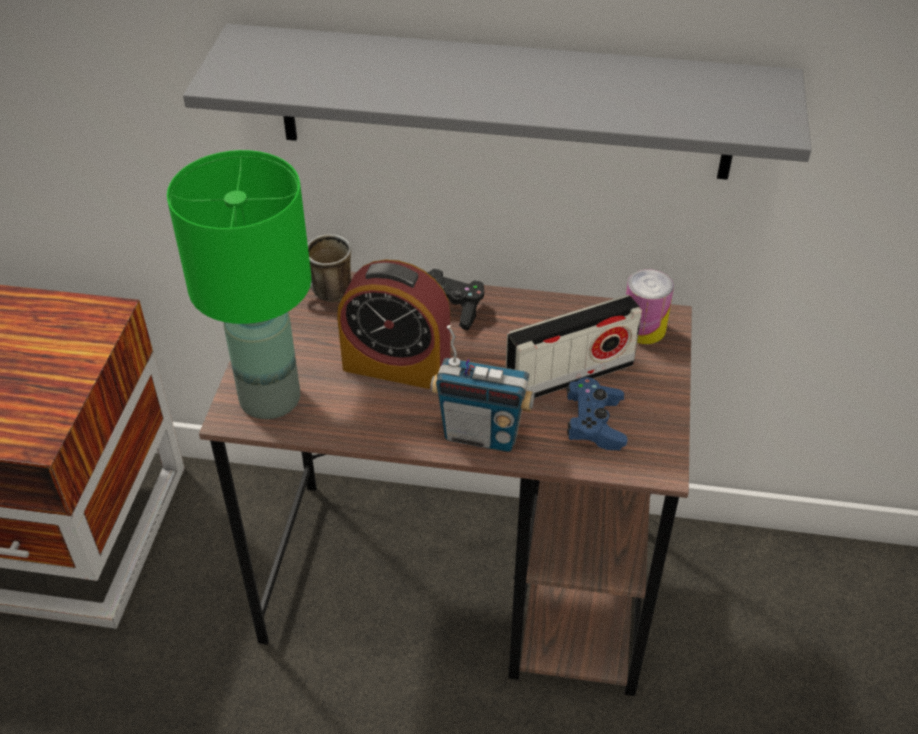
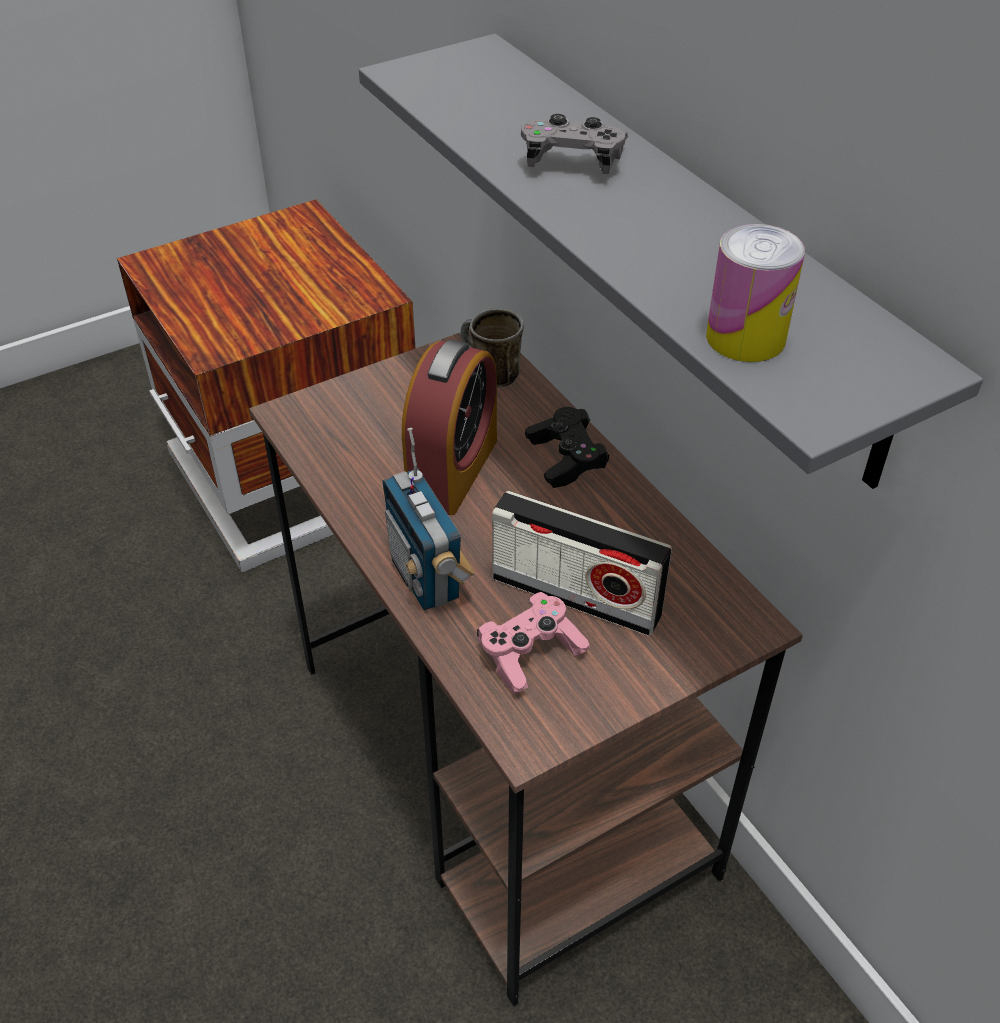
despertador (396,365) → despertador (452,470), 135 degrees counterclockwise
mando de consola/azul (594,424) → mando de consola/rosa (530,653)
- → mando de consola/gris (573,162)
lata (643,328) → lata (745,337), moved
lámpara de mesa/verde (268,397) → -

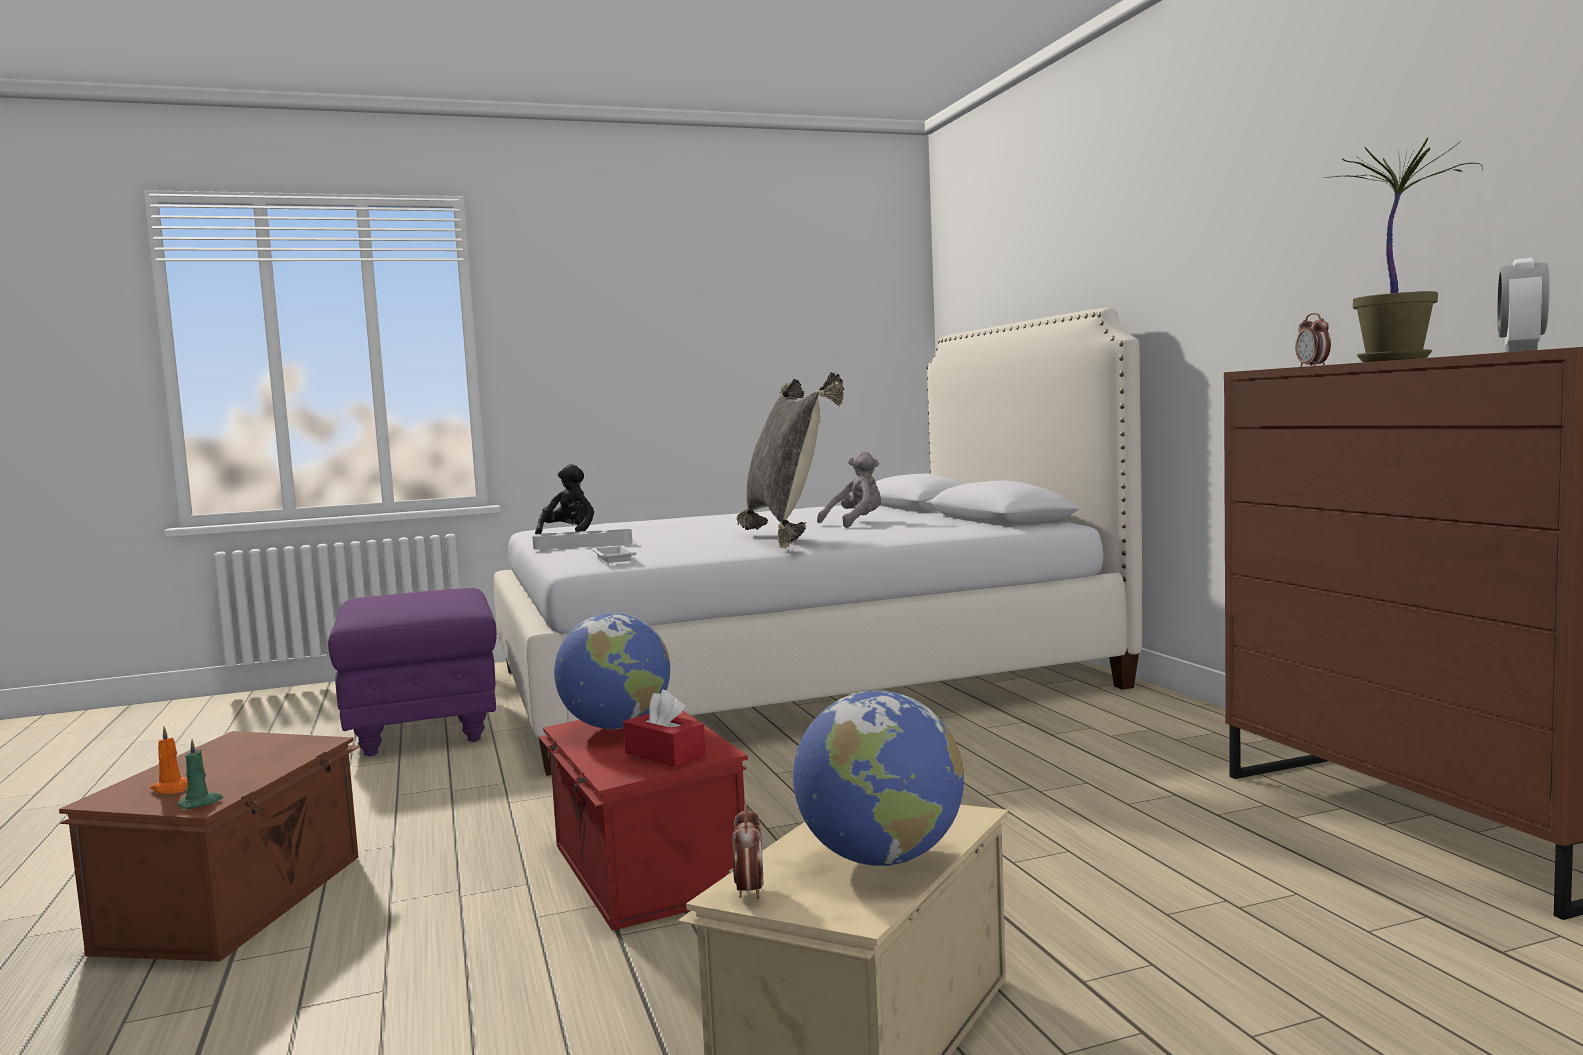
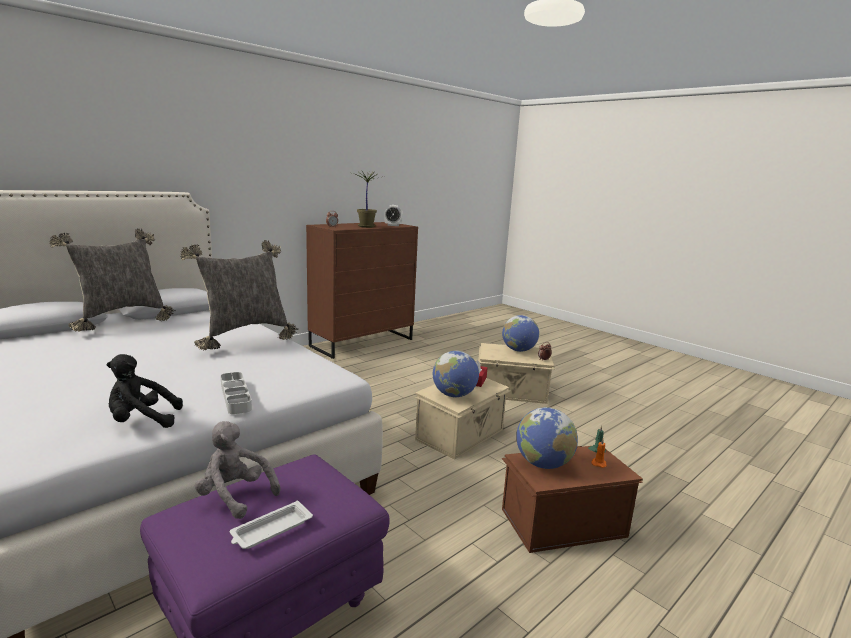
- → cojín (121,324)
peluche/gris (856,523) → peluche/gris (235,496), moved
bandeja/blanco (613,558) → bandeja/blanco (270,530), moved
caja de almacenaje/rojo (643,871) → caja de almacenaje/beis (461,435)
- → globo terráqueo (543,464)

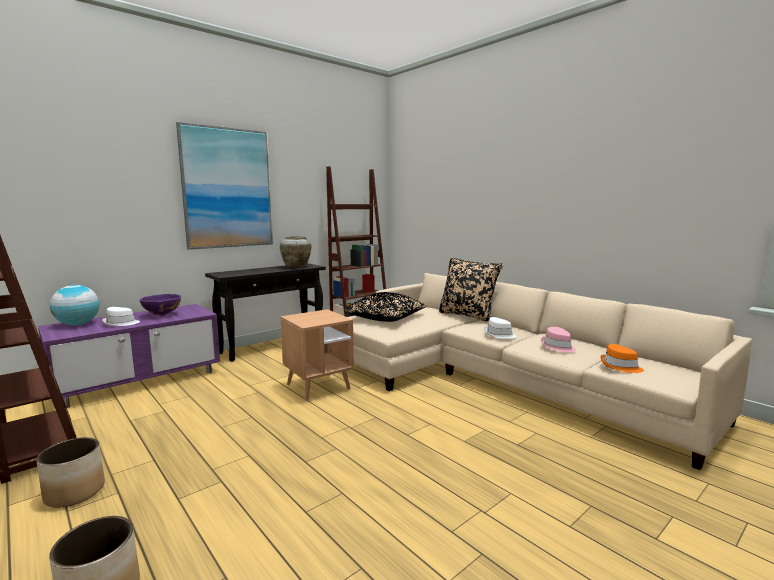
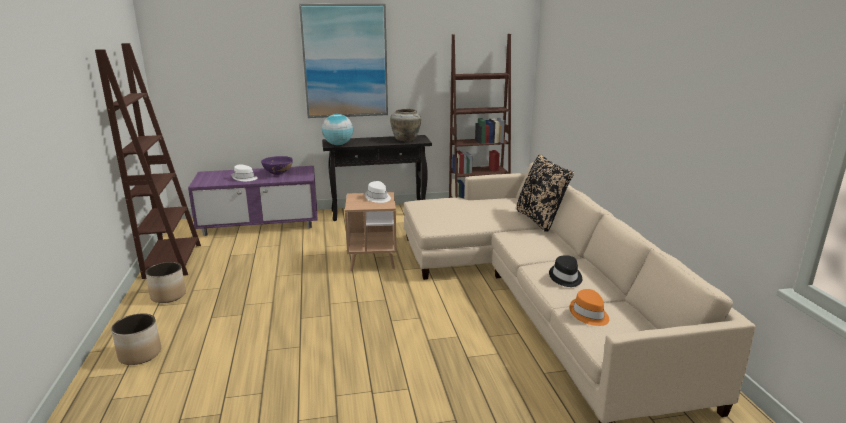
globo terráqueo (78,324) → globo terráqueo (338,144), moved
sombrero/blanco (499,335) → sombrero/blanco (378,198), moved
sombrero/rosa (558,346) → sombrero/negro (565,277)
cojín/negro (386,317) → -

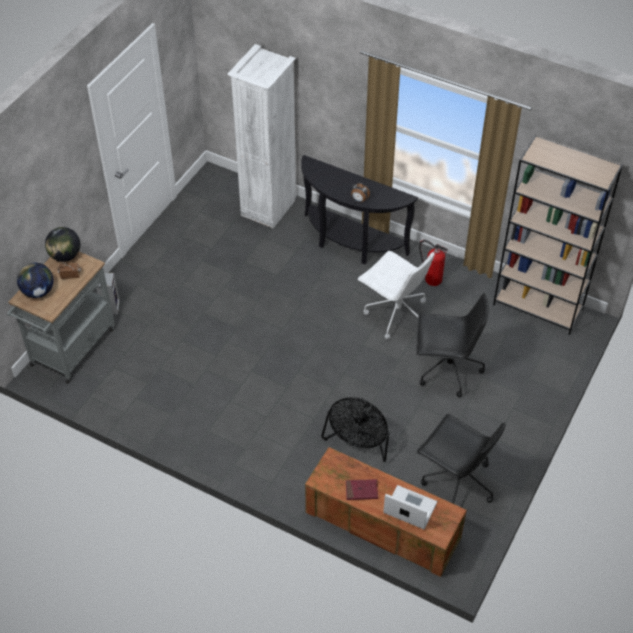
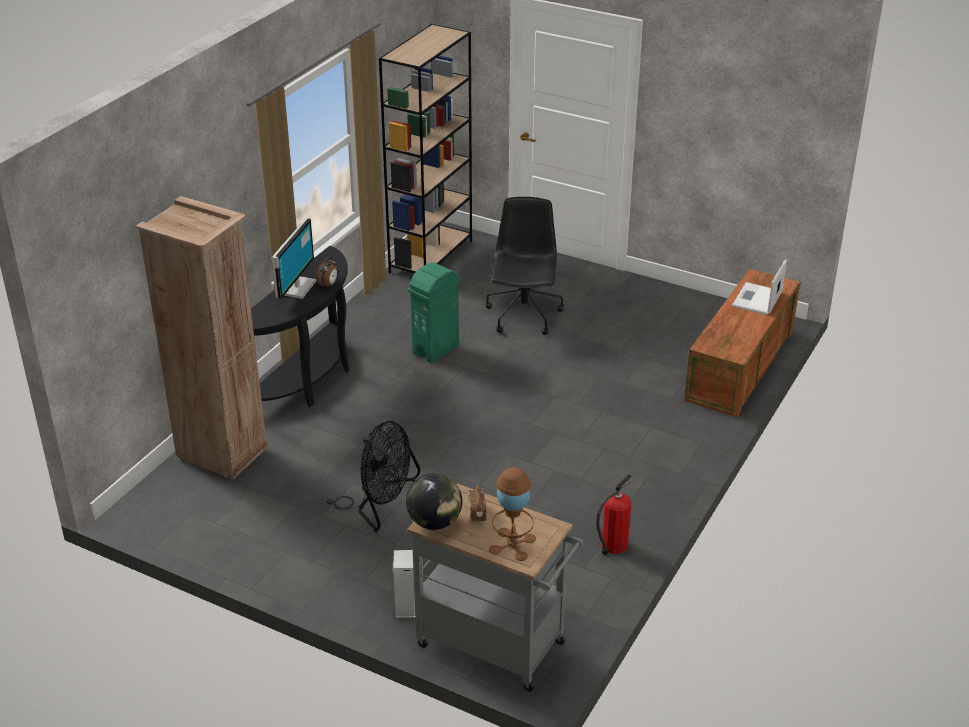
armario/blanco (268,208) → armario/marrón (223,452)
- → monitor (295,287)
ventilador/negro (357,439) → ventilador/negro (378,503), moved
silla de oficina/blanco (394,314) → papelera/verde (436,350)
globo terráqueo (38,292) → lámpara de mesa/marrón (512,544)
extintor (431,278) → extintor (613,546), moved
libro/rojo (361,490) → -
silla de oficina/negro (455,482) → -

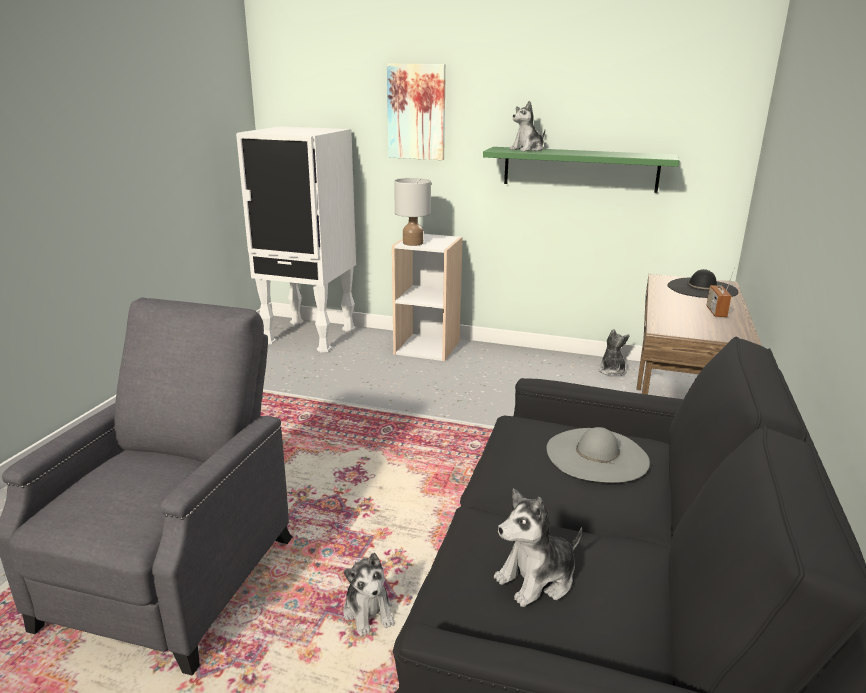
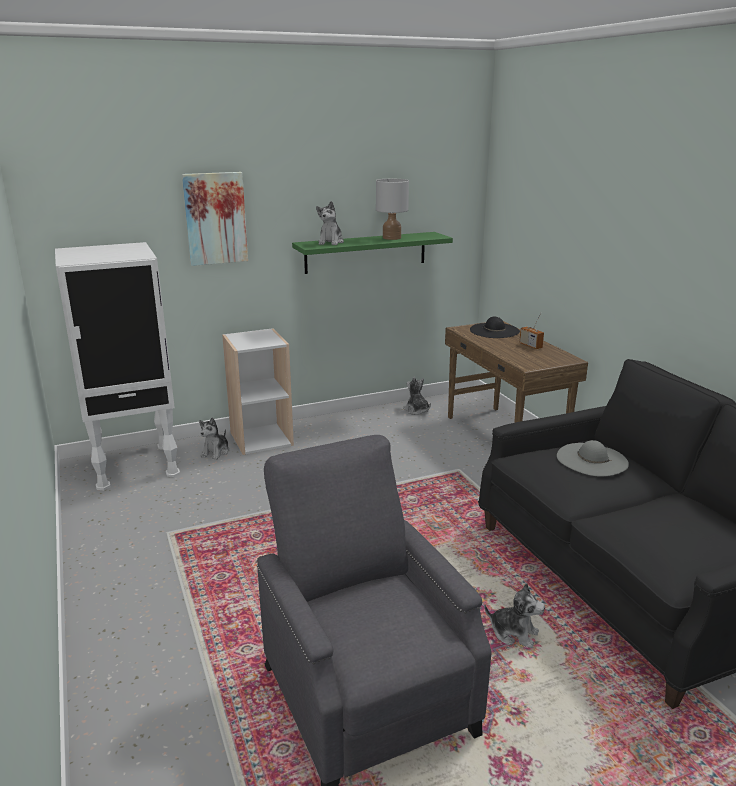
peluche (537,579) → peluche (216,452), moved
lámpara de mesa/gris (412,243) → lámpara de mesa/gris (391,238), moved

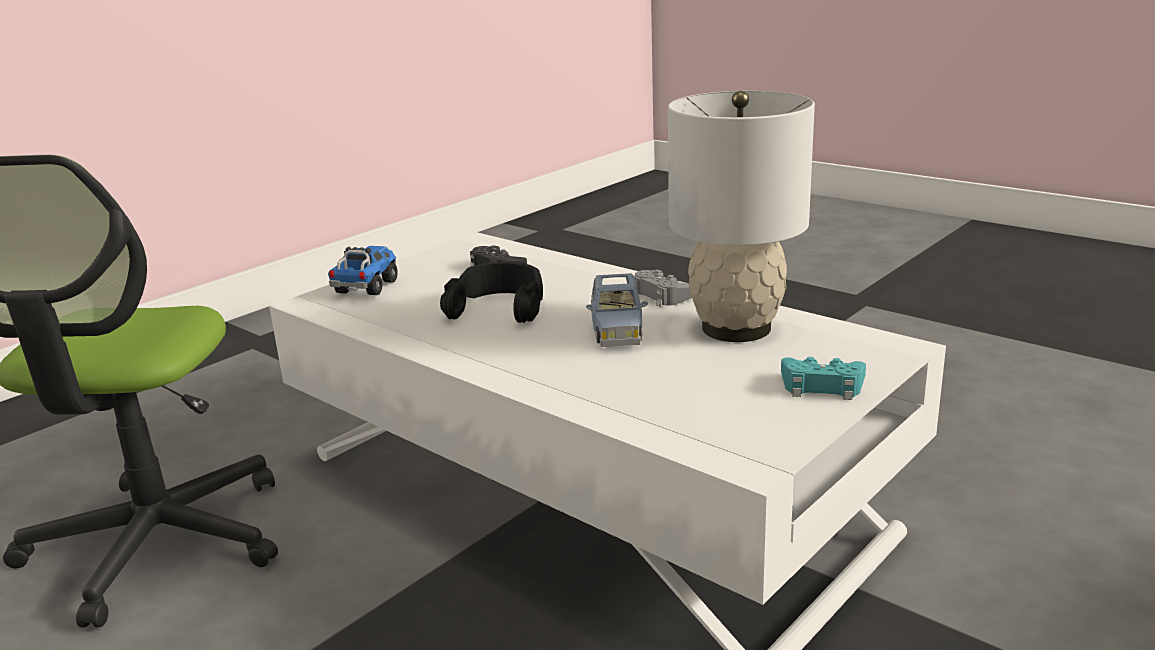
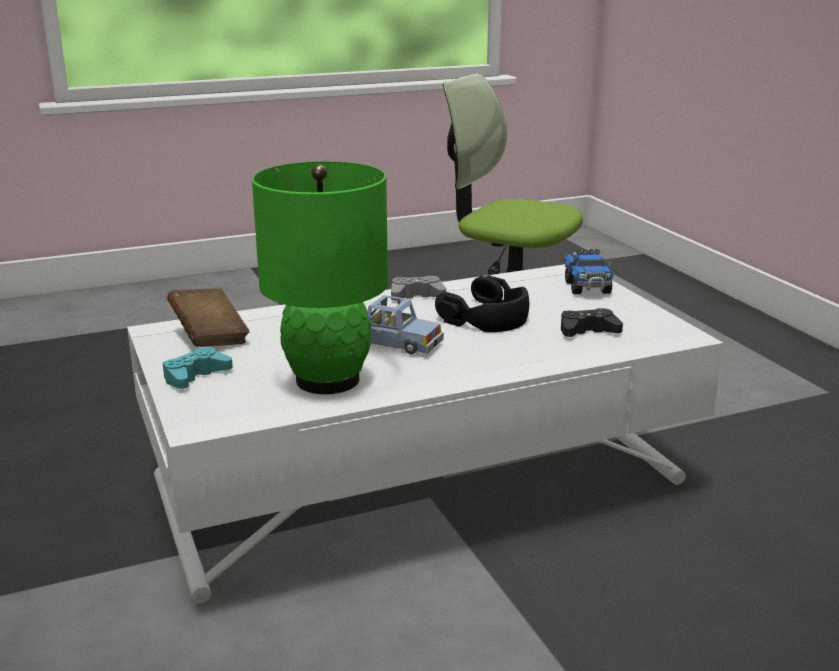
- → libro/marrón (210,337)
lámpara de mesa/blanco (737,328) → lámpara de mesa/verde (327,380)
mando de consola/gris (661,295) → mando de consola/gris (416,296), moved
camión de juguete (366,287) → camión de juguete (587,287), 45 degrees clockwise

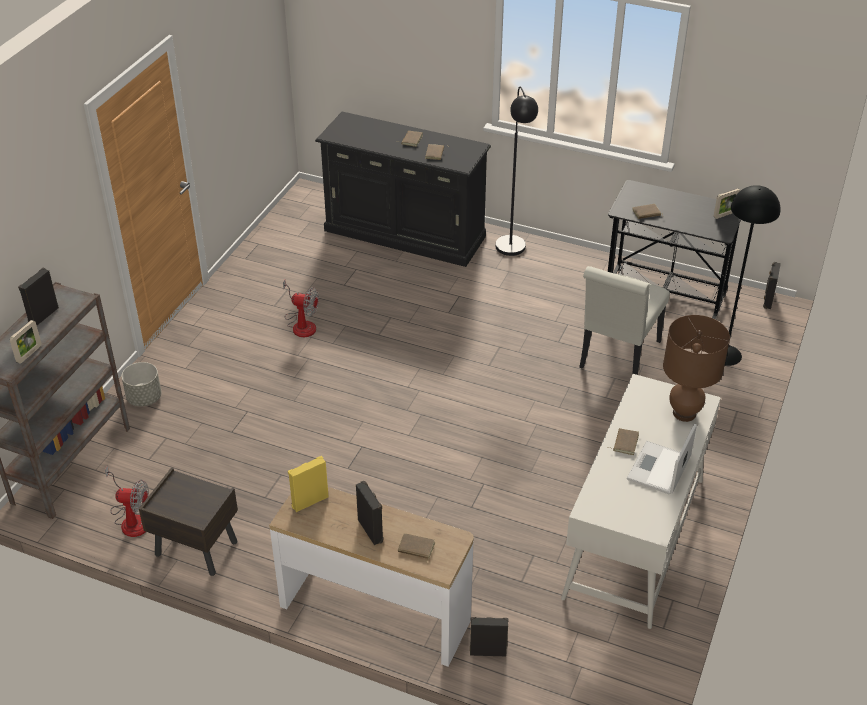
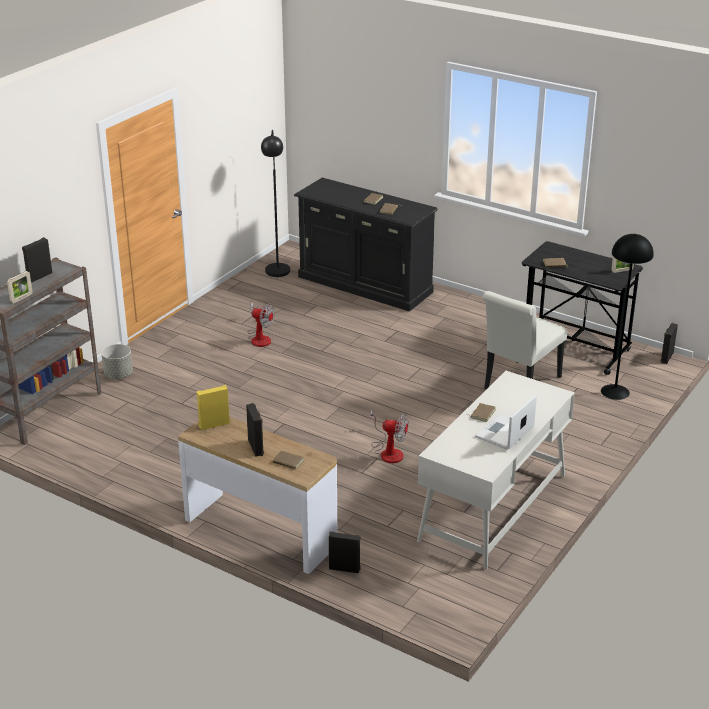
lámpara de pie/negro (512,252) → lámpara de pie/negro (277,275), moved
ventilador (131,519) → ventilador (388,451), moved
mesita de noche/marrón (195,548) → -
lámpara de mesa/marrón (684,413) → -

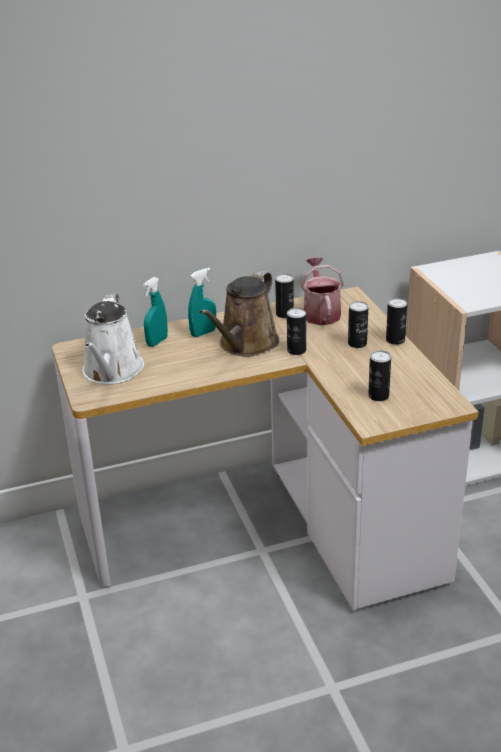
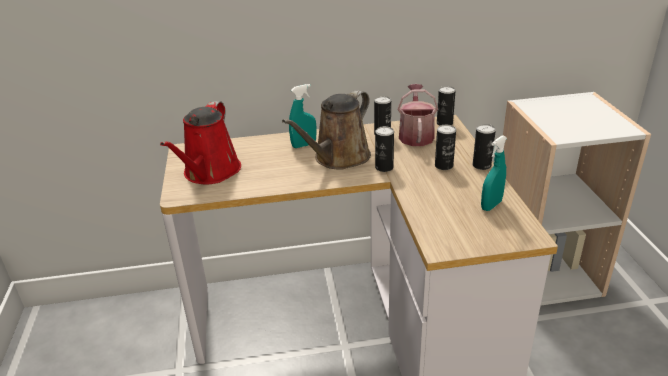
regadera/blanco (112,372) → regadera/rojo (210,173)
lata (378,396) → lata (444,123), moved
pulverizador/turquesa (157,342) → pulverizador/turquesa (491,205), moved

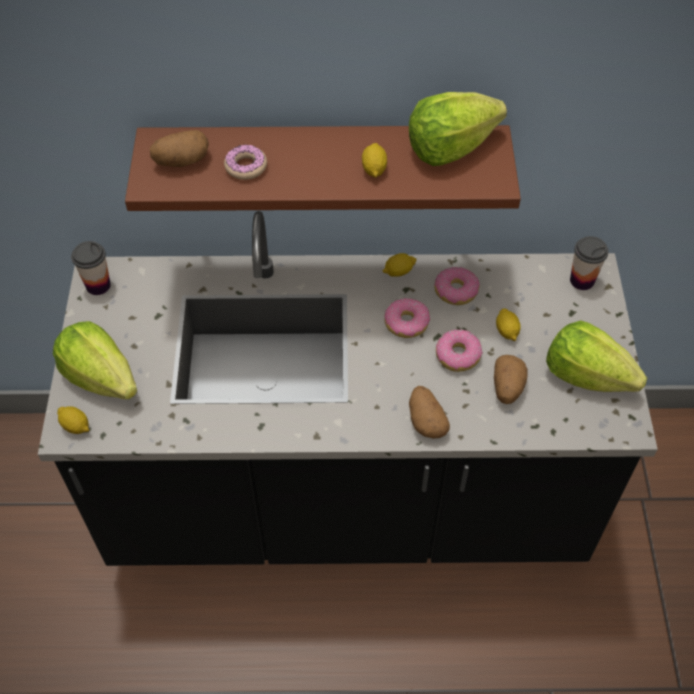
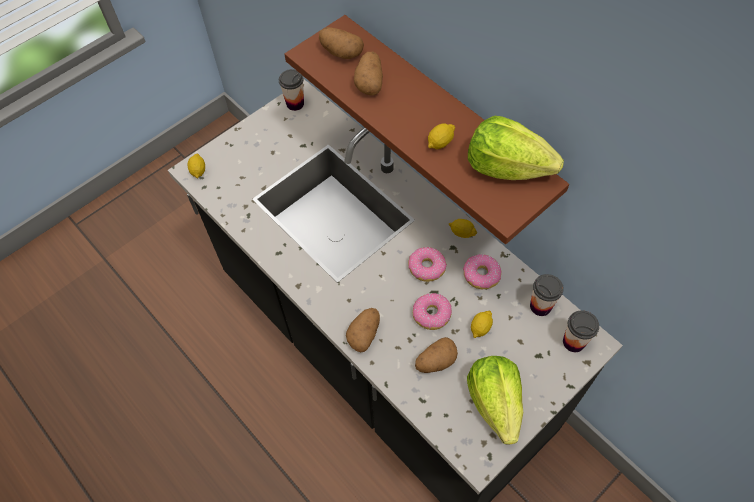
rosquilla (246,167) → patata (370,83)
- → taza (540,306)
lechuga (101,377) → -

